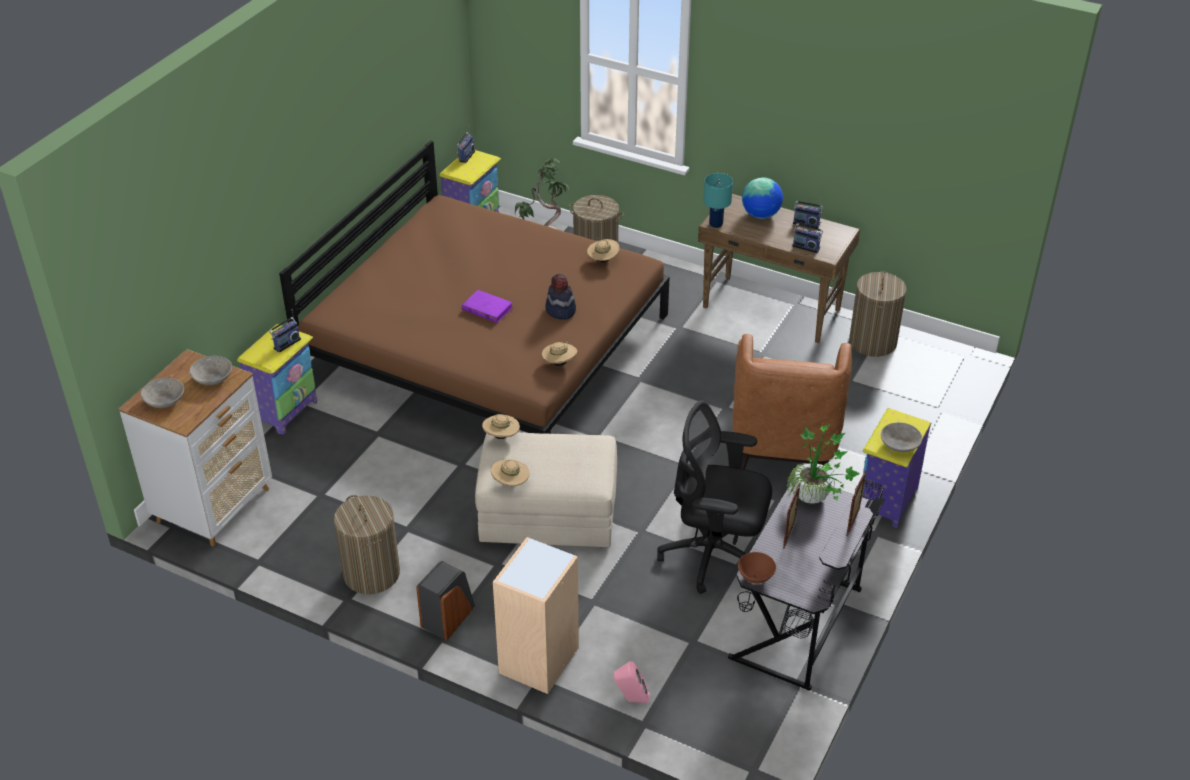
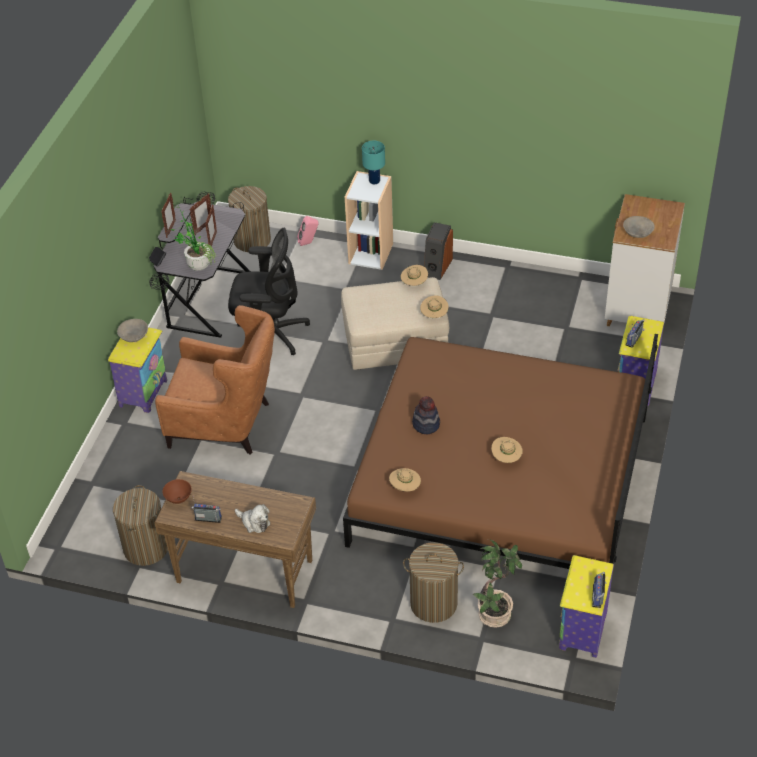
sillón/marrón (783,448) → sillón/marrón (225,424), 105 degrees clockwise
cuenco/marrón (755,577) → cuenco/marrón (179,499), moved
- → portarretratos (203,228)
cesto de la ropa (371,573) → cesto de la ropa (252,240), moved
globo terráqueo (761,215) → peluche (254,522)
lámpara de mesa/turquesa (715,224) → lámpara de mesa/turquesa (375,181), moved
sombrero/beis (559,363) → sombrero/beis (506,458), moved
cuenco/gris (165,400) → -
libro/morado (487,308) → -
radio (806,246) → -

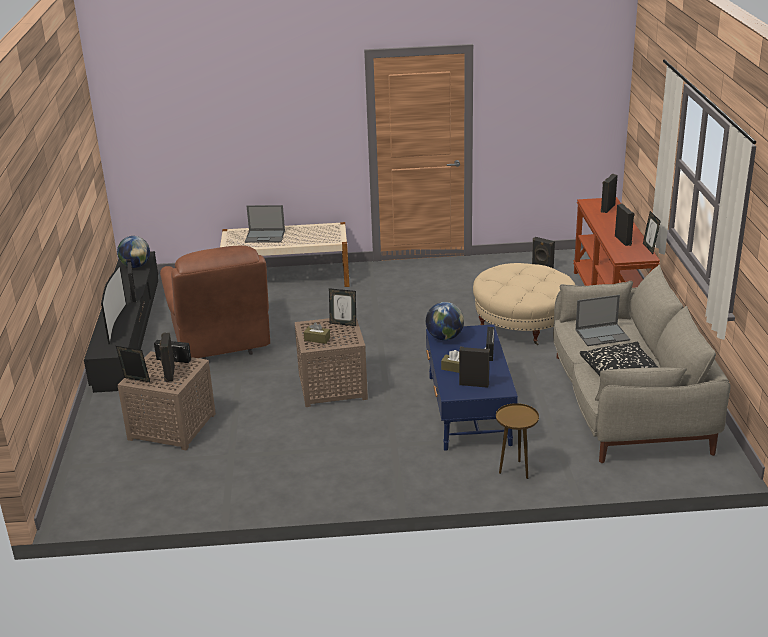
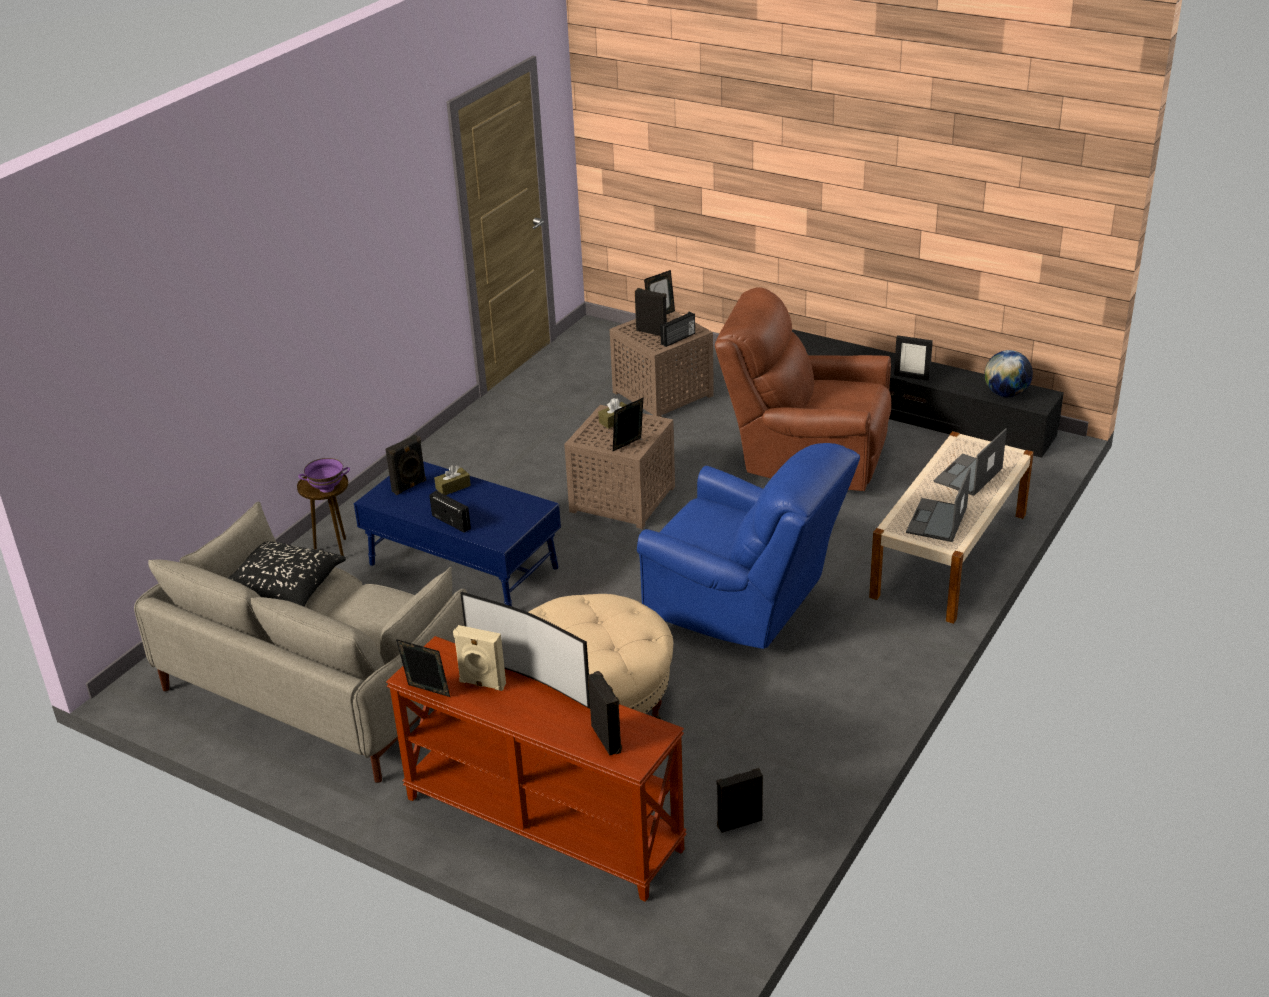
- → cuenco/morado (326,488)
altavoz/negro (623,240) → altavoz/beis (482,684)
televisor (114,323) → televisor (532,678), moved
- → sillón/azul (745,608)
portátil (602,335) → portátil (937,521), moved
globo terráqueo (444,337) → -

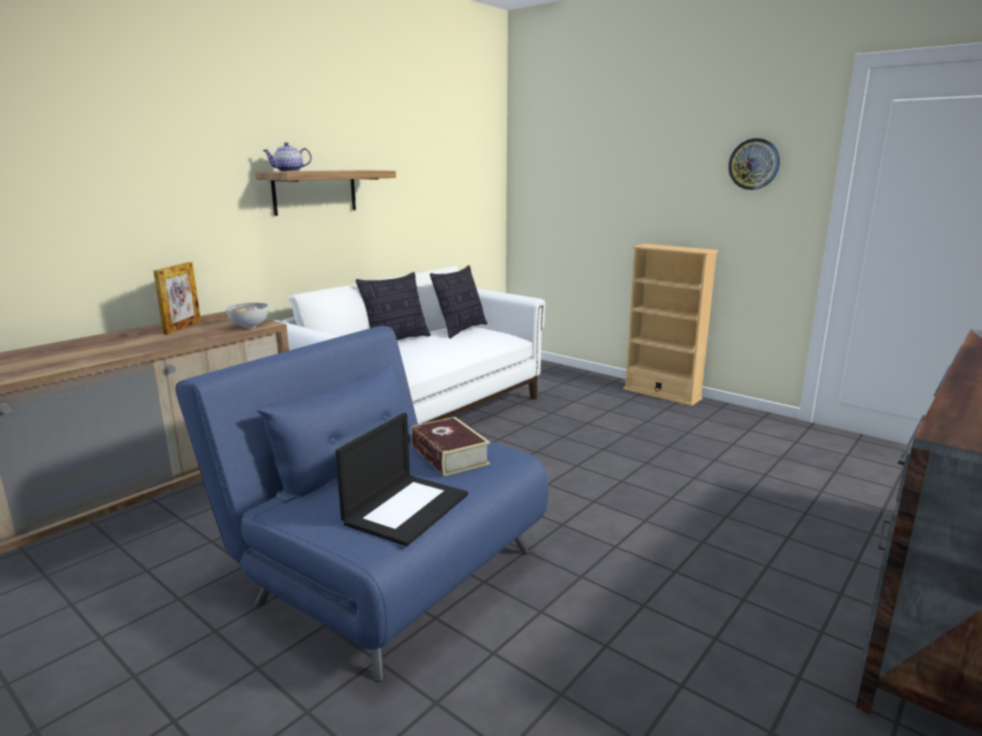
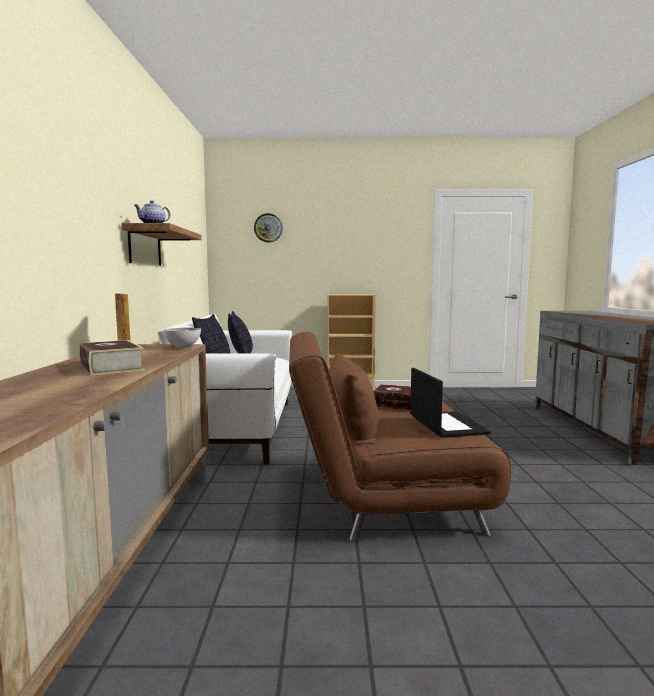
- → libro (111,367)
reloj de pared (754,164) → reloj de pared (268,228), moved
sillón/azul (382,567) → sillón/marrón (382,496)

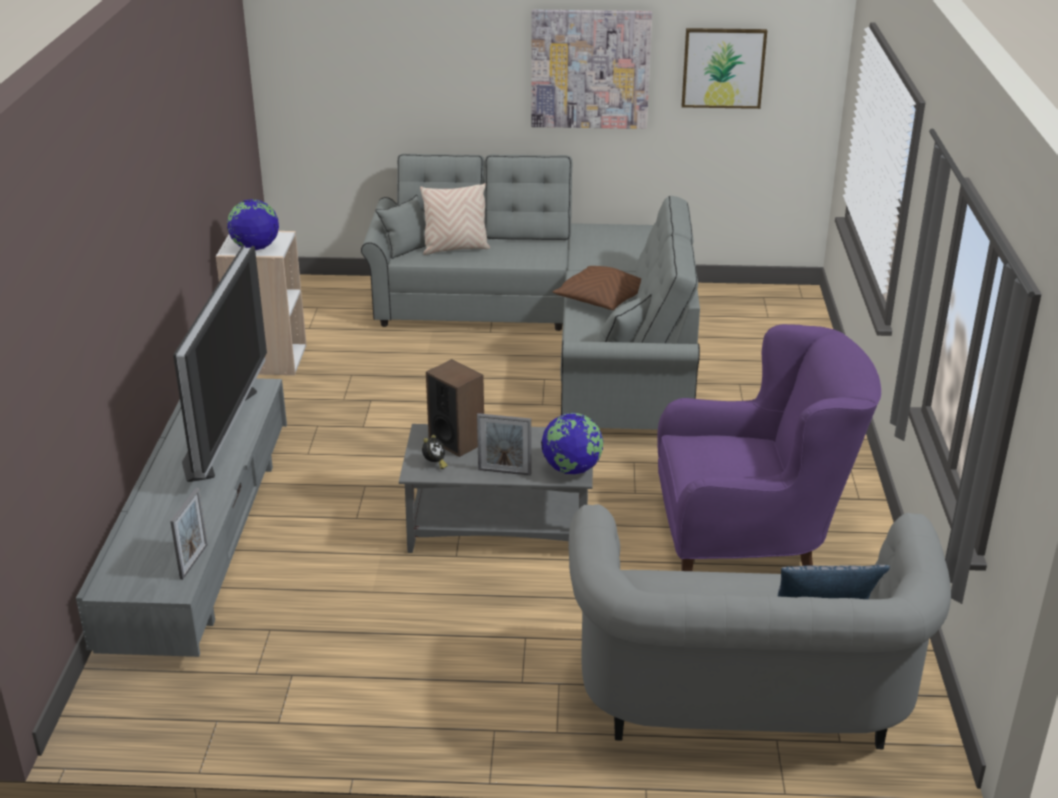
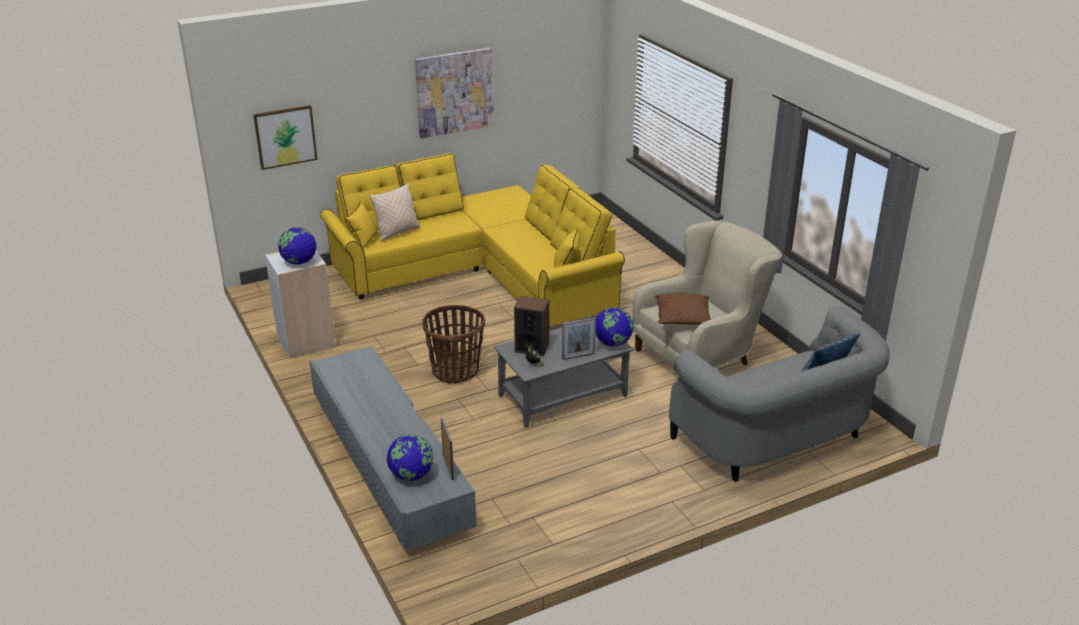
cuadro (723,68) → cuadro (285,137), moved
sofá/gris (562,335) → sofá/amarillo (482,273)
- → globo terráqueo (411,475)
- → cesta (455,371)
sillón/morado (752,539) → sillón/beis (702,357)
cojín/marrón (600,300) → cojín/marrón (683,319), moved
televisor (221,431) → -

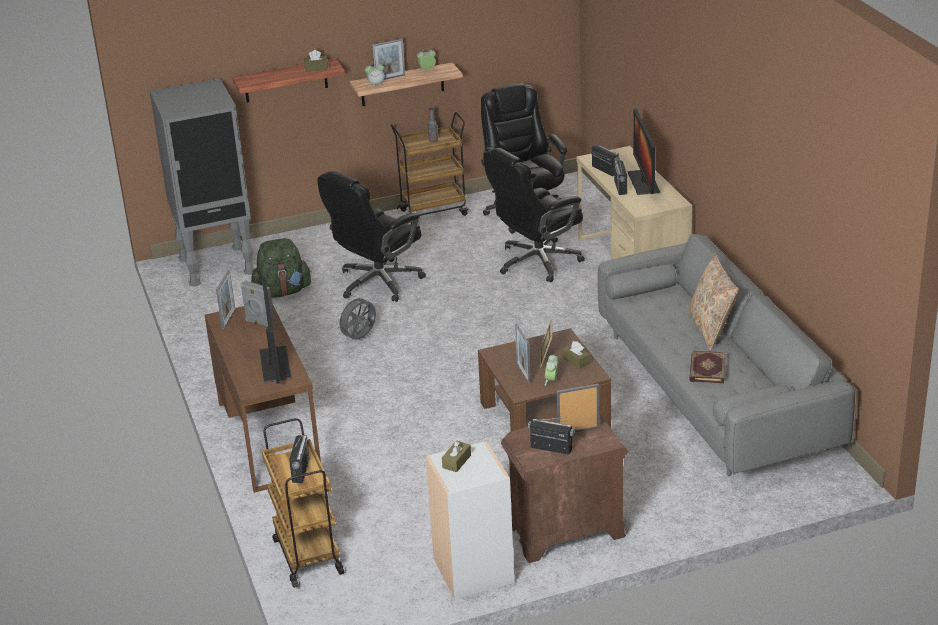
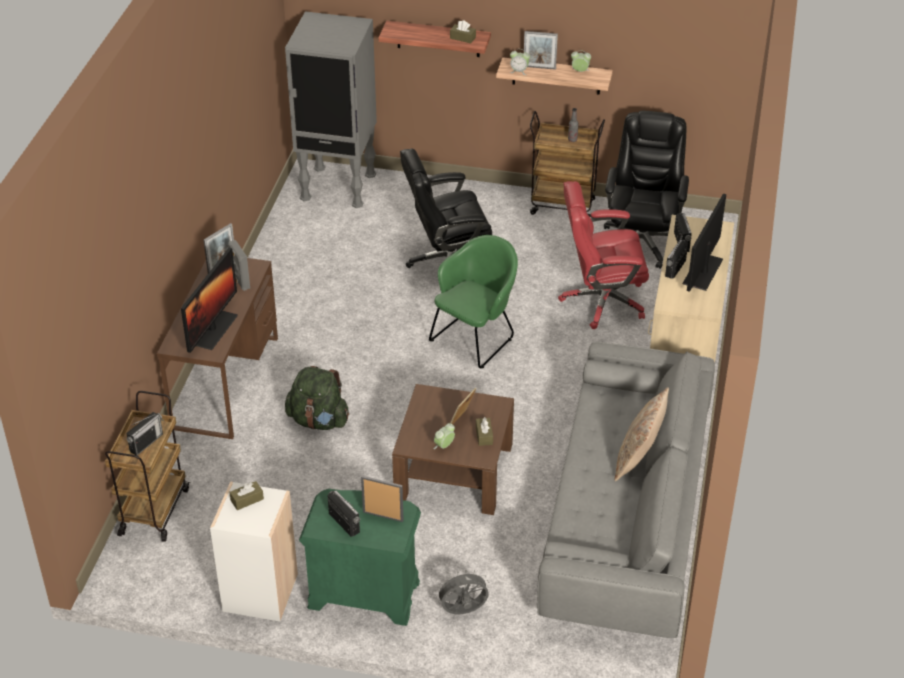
mochila/verde (282,292) → mochila/verde (318,420), moved
mesita de noche/marrón (562,528) → mesita de noche/verde (364,590)
- → sillón/verde (475,337)
ventilador/gris (359,338) → ventilador/gris (463,612), moved
silla de oficina/negro (536,262) → silla de oficina/rojo (601,301)
portarretratos (523,373) → -
libro (706,369) → -

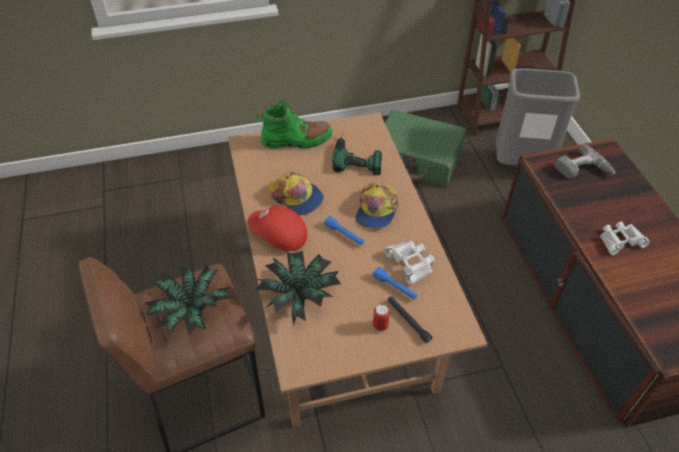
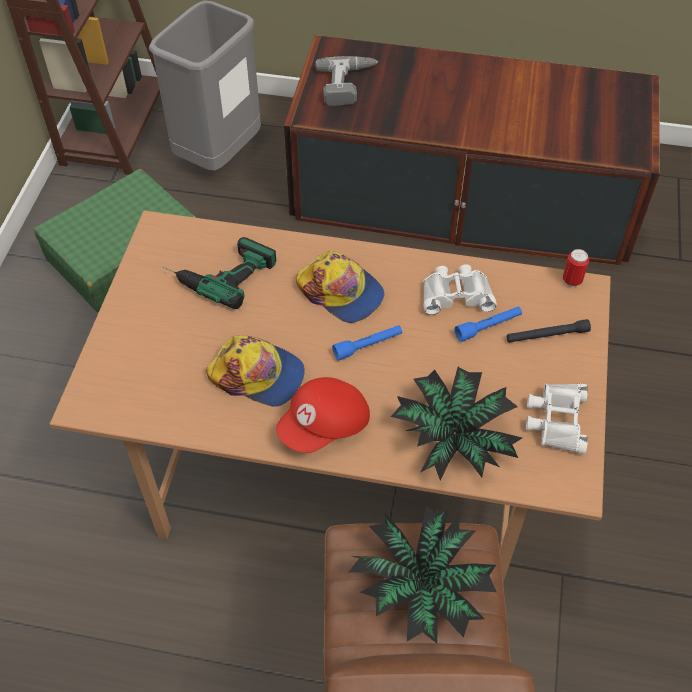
gorra (297,197) → gorra (258,375), 45 degrees clockwise
prismáticos/blanco (620,240) → prismáticos/blanco (556,420), moved
lata (380,326) → lata (572,281), moved
bota/verde (296,140) → -

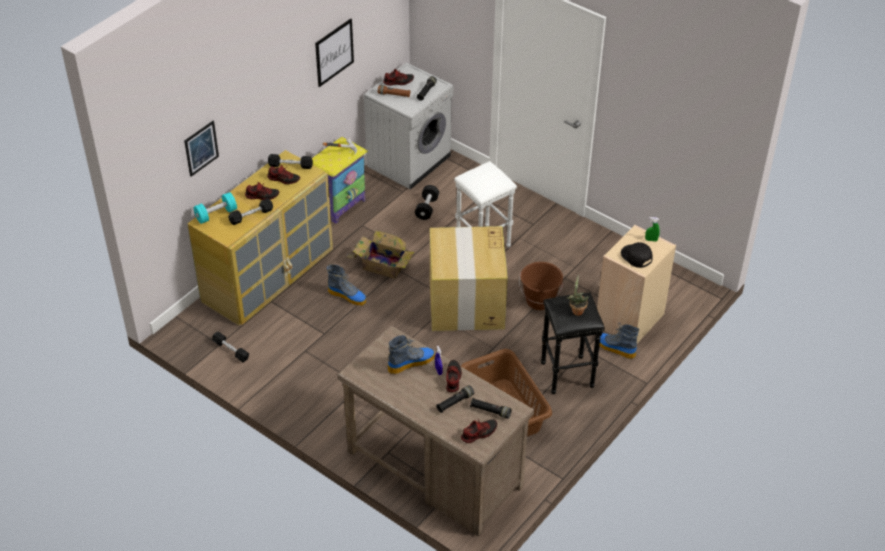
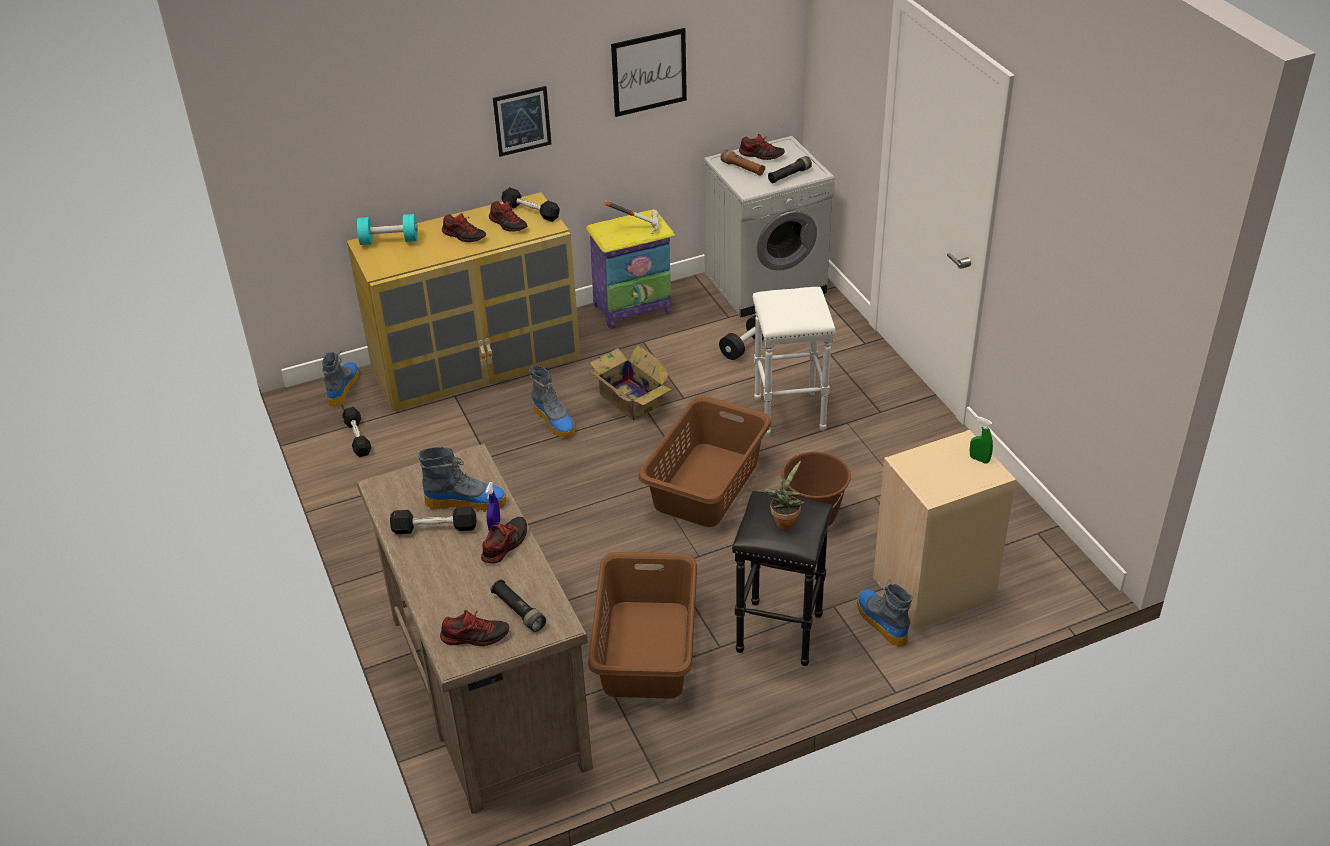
- → bota (343,388)
mancuerna/negro (251,216) → mancuerna/negro (434,528), moved
cuadro (201,148) → cuadro (522,121), moved
caja de cartón (466,304) → cesto de la ropa/marrón (705,485)
linterna/negro (455,402) → -
gorra/negro (636,256) → -

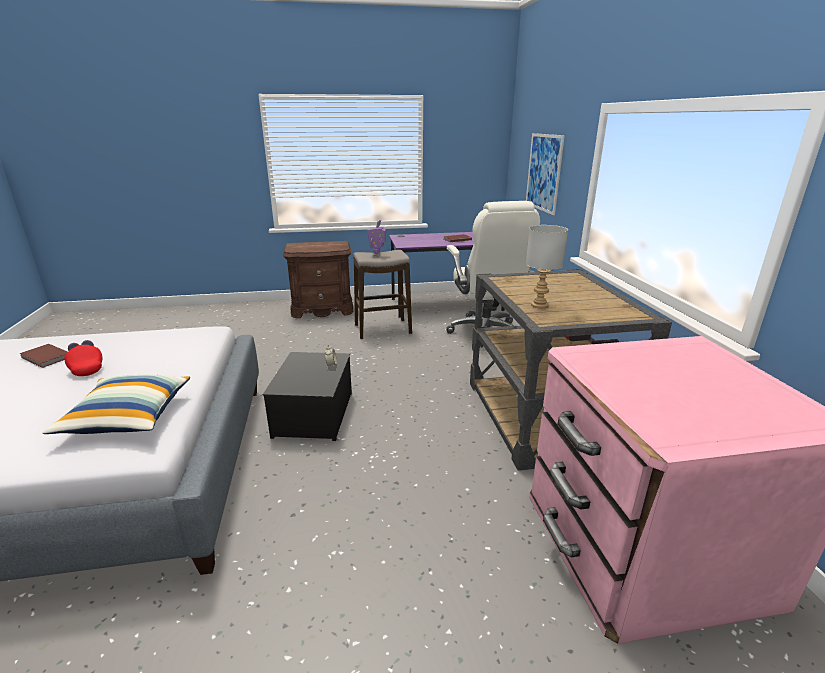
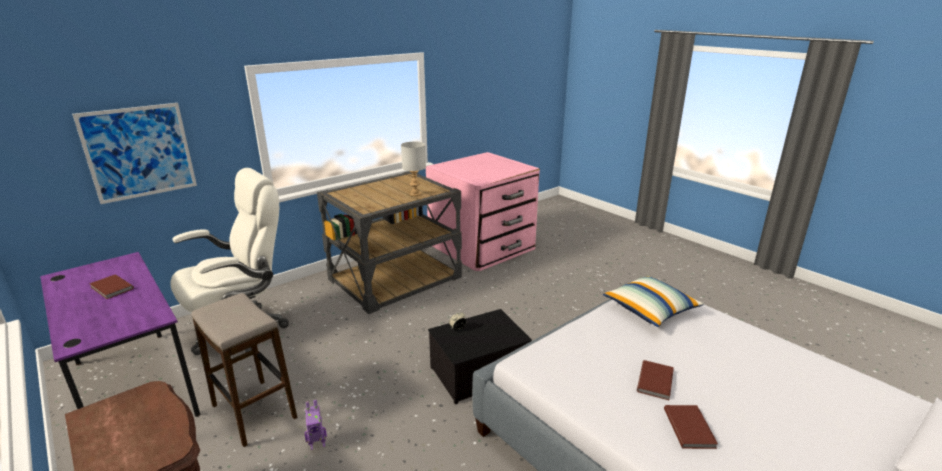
robot de juguete (377,255) → robot de juguete (317,444), moved
gorra/rojo (87,368) → libro/marrón (656,381)

